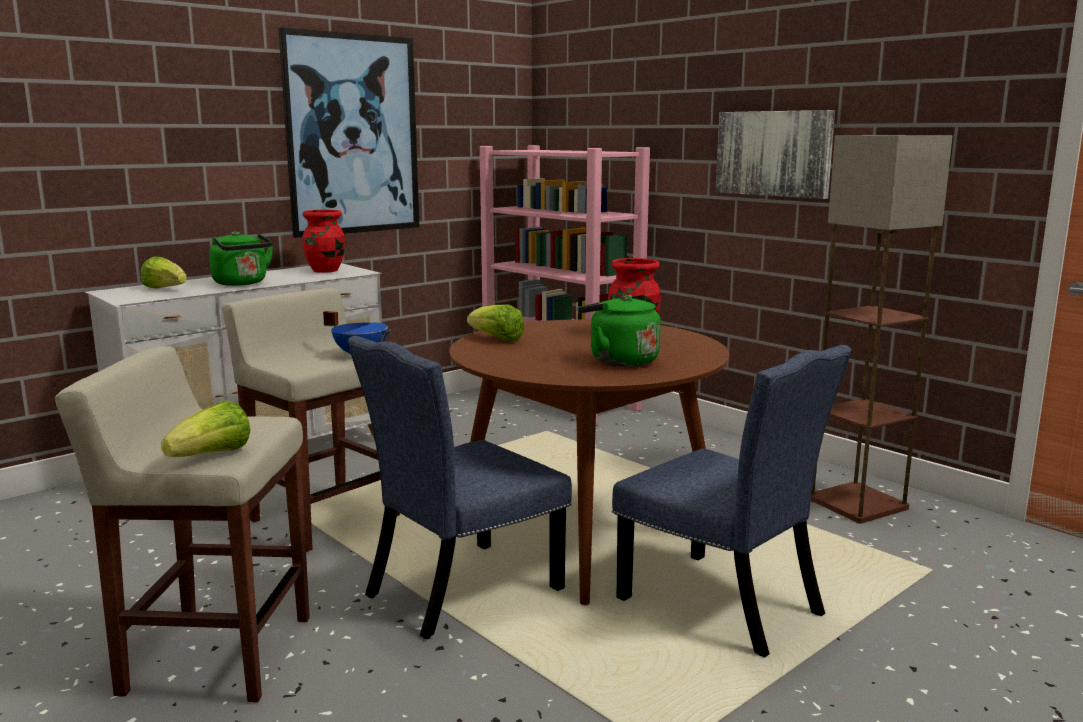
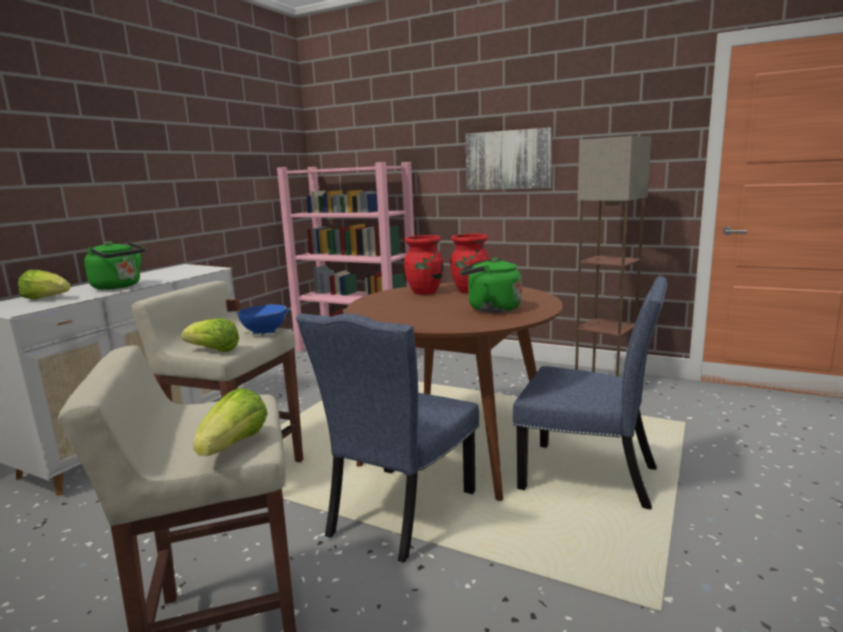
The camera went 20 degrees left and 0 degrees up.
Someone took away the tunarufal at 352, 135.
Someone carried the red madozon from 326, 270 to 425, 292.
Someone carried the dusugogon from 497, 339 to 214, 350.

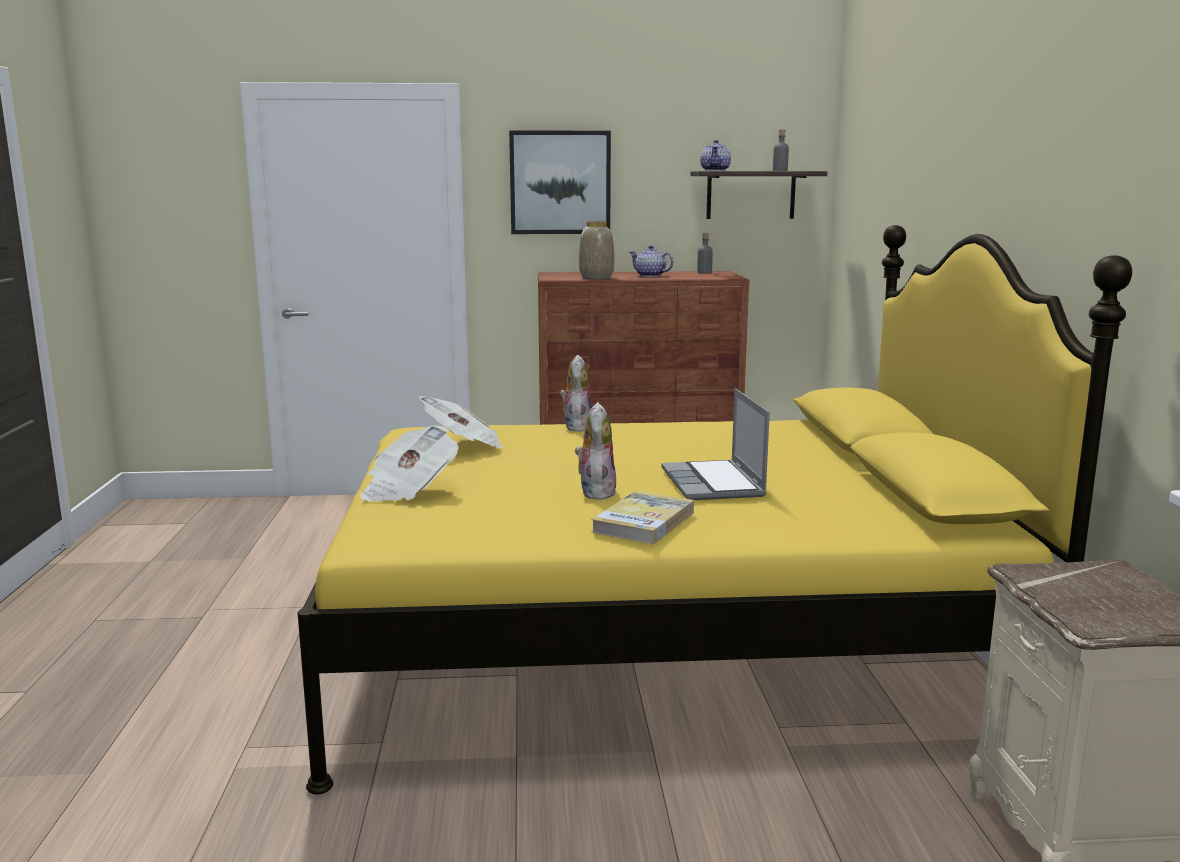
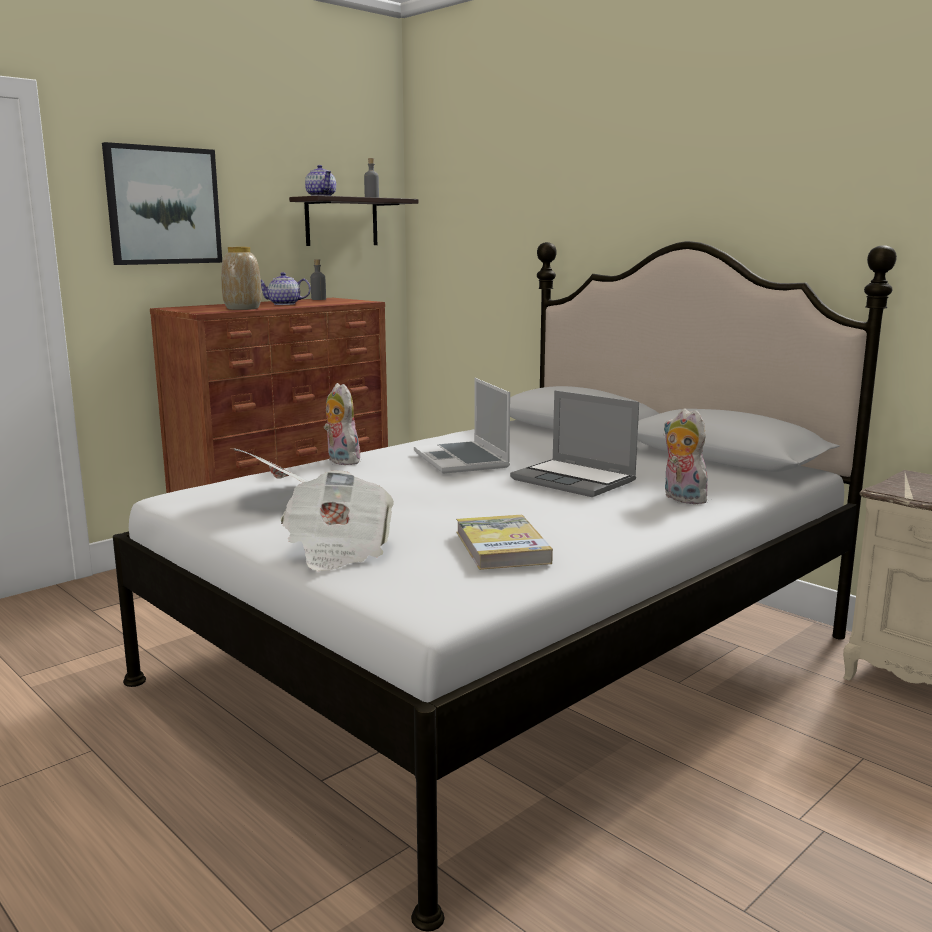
The camera went 40 degrees left and 0 degrees up.
Someone repainted the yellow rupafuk at 657, 650, which became the white rupafuk at 506, 659.
Someone carried the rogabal from 595, 492 to 681, 498.
Someone carried the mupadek from 644, 522 to 502, 547.
Someone put down the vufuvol at 462, 460.

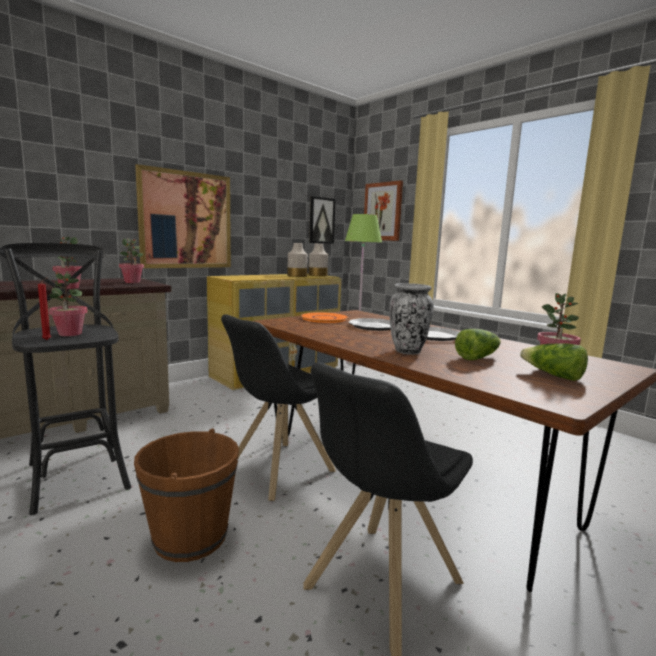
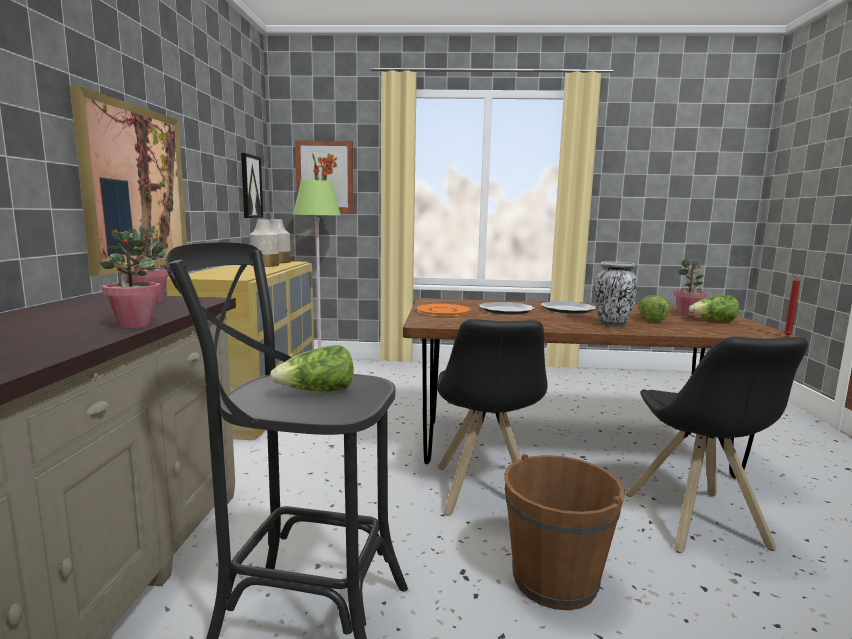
The camera went 45 degrees left and 0 degrees up.
Someone carried the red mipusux from 48, 340 to 786, 335.
Someone swapped the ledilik at 70, 334 for the dusugogon at 317, 392.

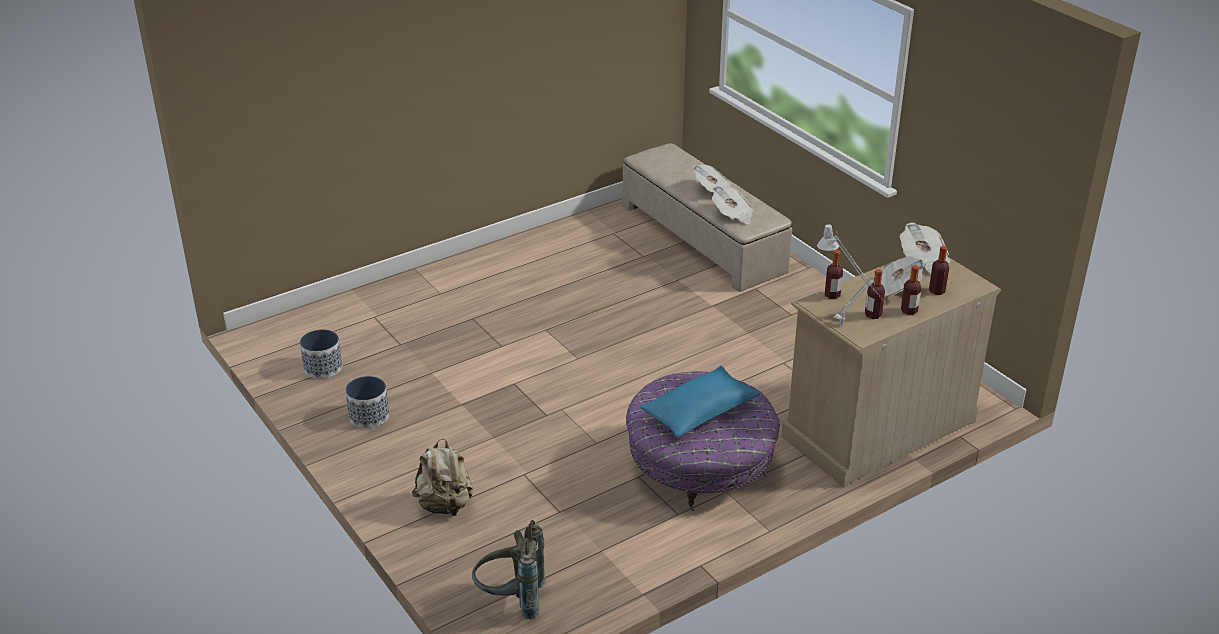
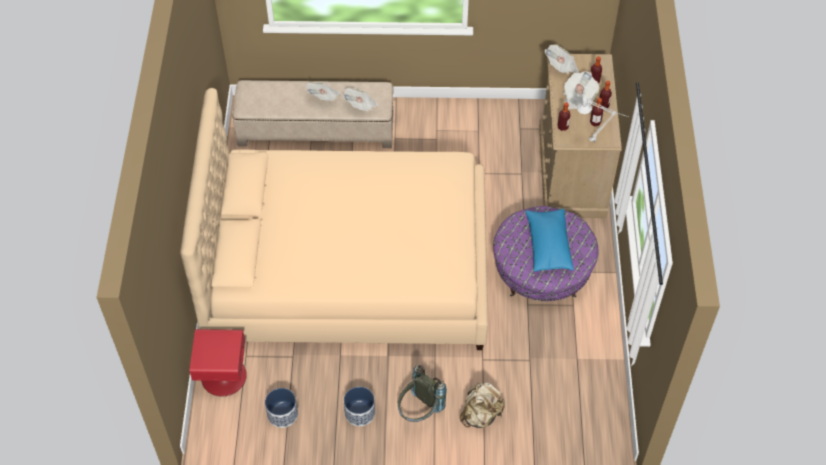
The camera went 55 degrees left and 20 degrees up.
Someone carried the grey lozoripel from 511, 600 to 419, 411.
Someone put down the beige rupafuk at 348, 268.
Someone put down the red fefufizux at 223, 376.

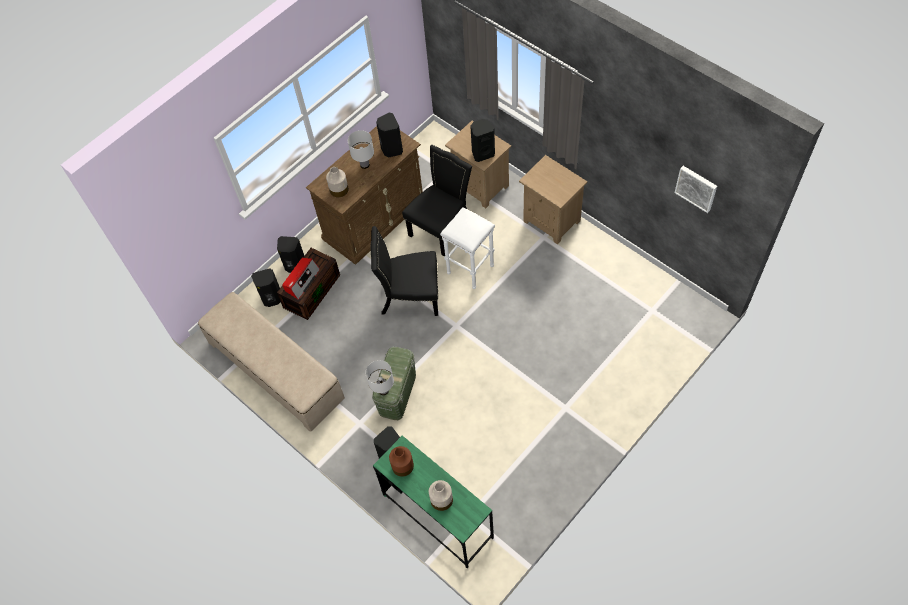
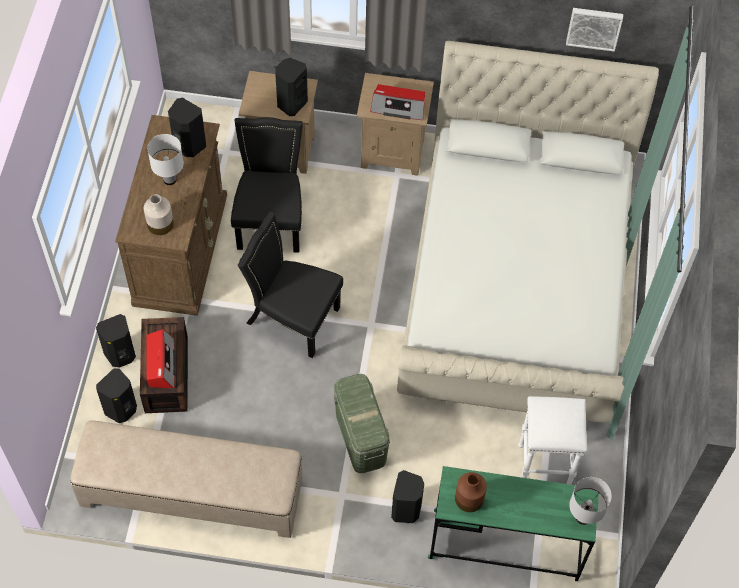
The camera went 40 degrees left and 0 degrees up.
Someone carried the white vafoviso from 383, 390 to 583, 518.
Someone rotated the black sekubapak at 411, 297 by 60 degrees clockwise.
Someone took away the beige madozon at 441, 499.
Someone carried the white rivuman from 471, 269 to 544, 466.
Someone put down the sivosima at 398, 107.
Someone put down the beige rupafuk at 517, 278.

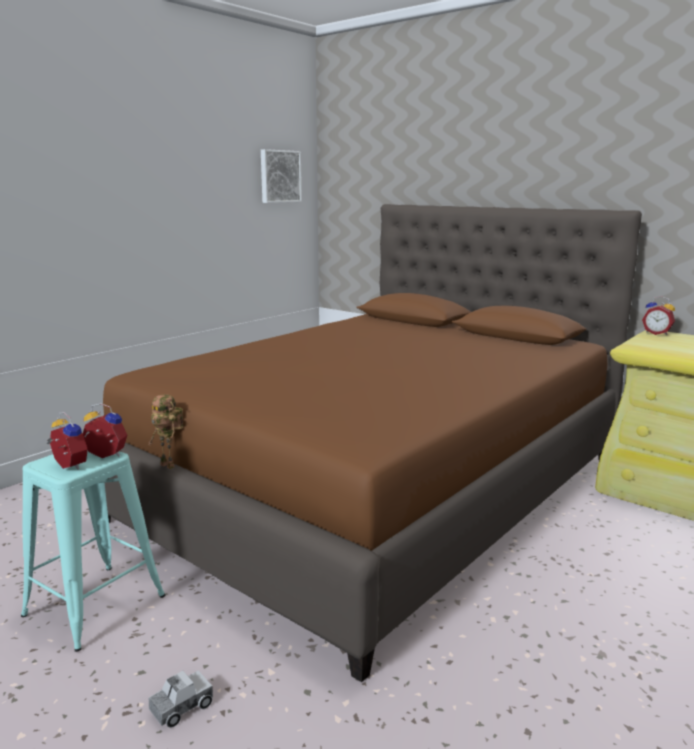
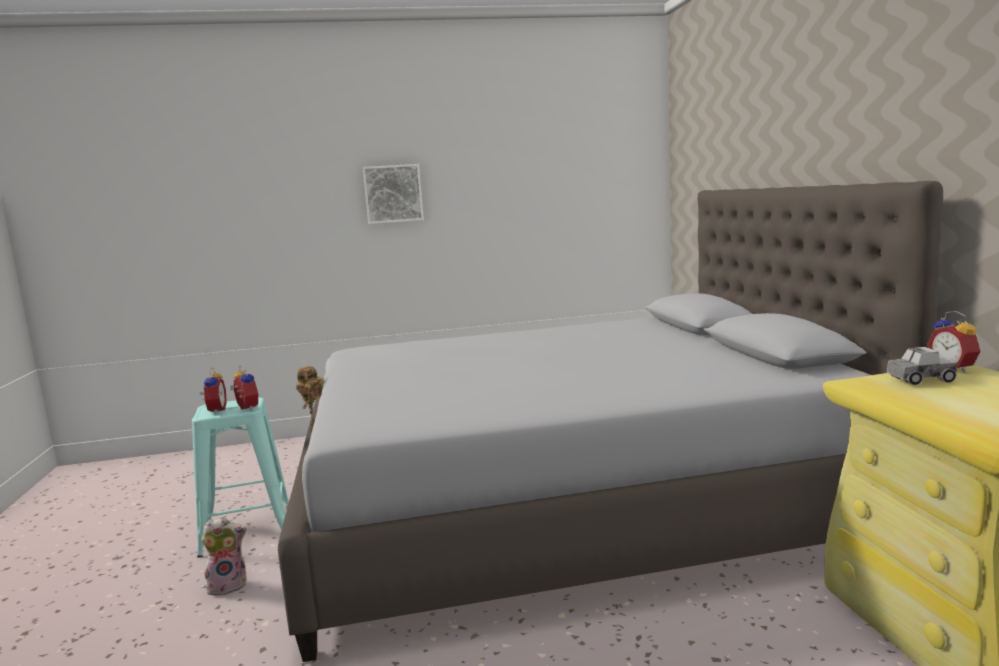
The camera went 40 degrees right and 5 degrees down.
Someone repainted the brown rupafuk at 380, 487, which became the grey rupafuk at 571, 506.
Someone carried the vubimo from 181, 707 to 920, 379.
Someone carried the tunarufal from 279, 176 to 393, 194.
Someone put down the rogabal at 228, 585.

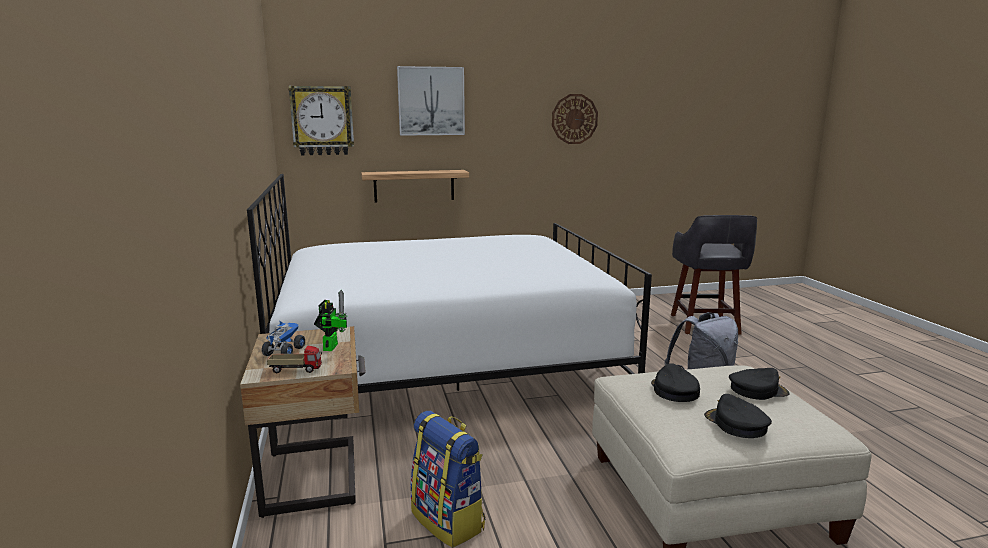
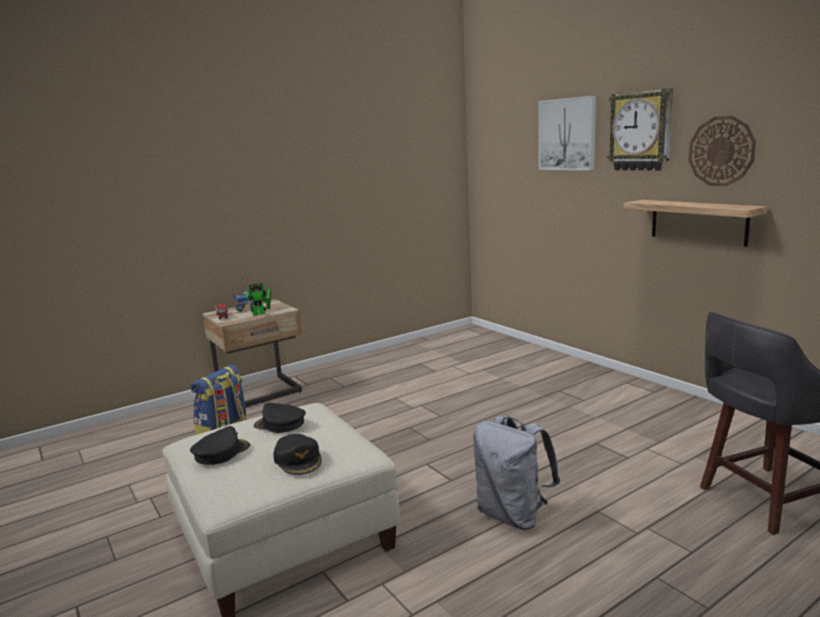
The camera went 70 degrees right and 0 degrees up.
Someone took away the white rupafuk at 445, 365.
Someone carried the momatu from 322, 121 to 641, 131.
Someone carried the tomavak from 414, 186 to 698, 222.
Someone rotated the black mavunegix at 674, 390 by 135 degrees counterclockwise.

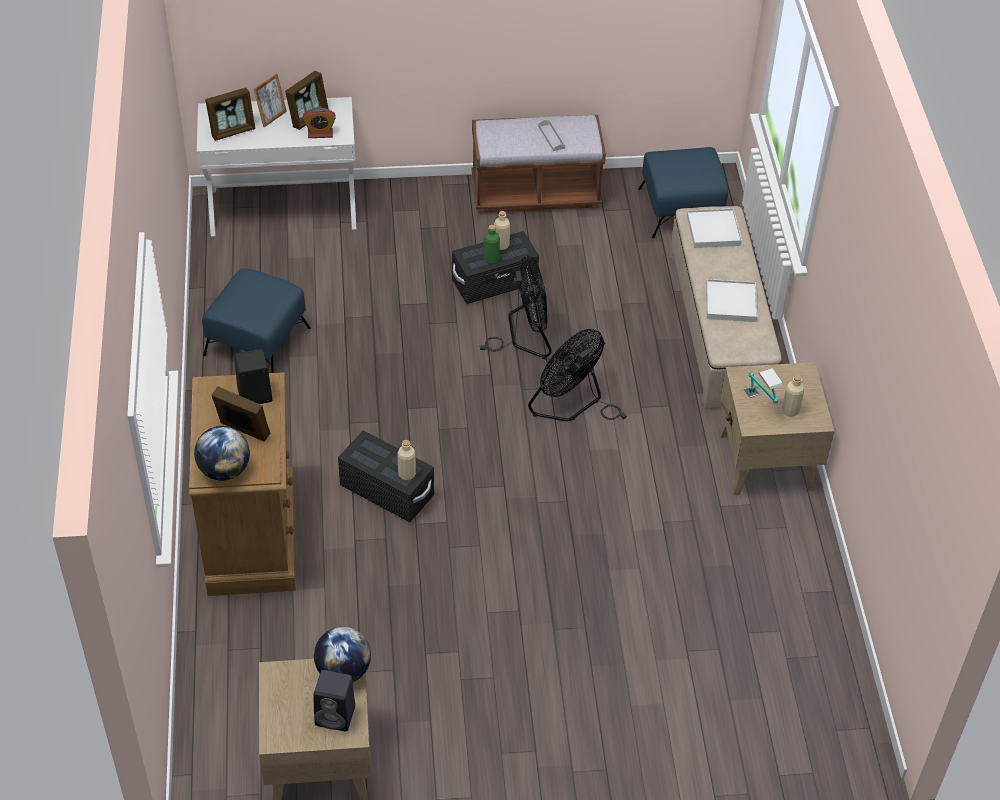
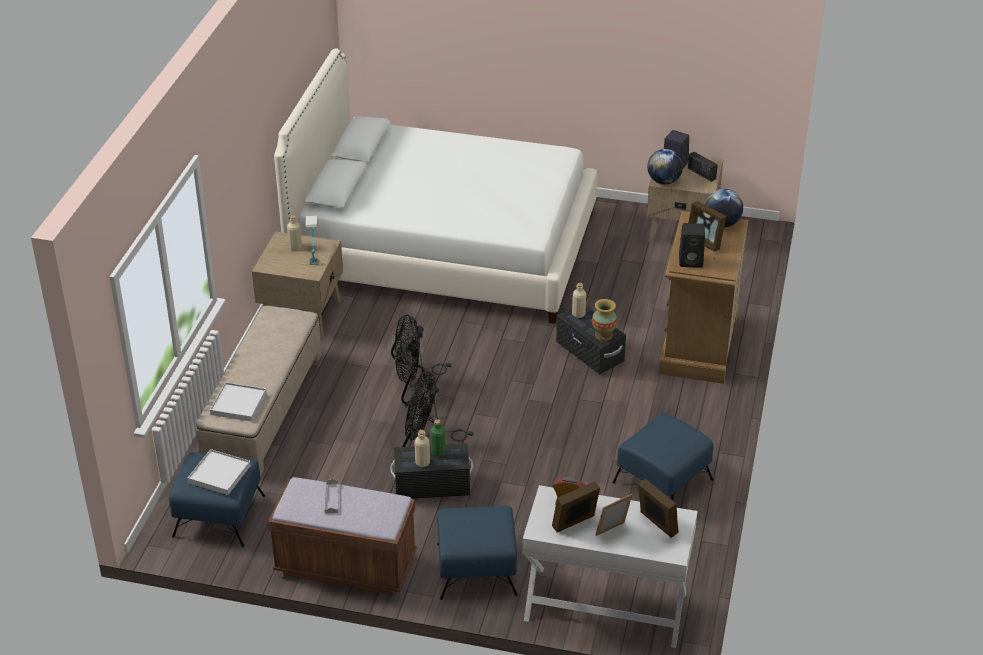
The camera went 160 degrees left and 10 degrees down.
Someone rotated the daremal at 232, 131 by 60 degrees clockwise.
Someone rotated the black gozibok at 578, 402 by 105 degrees clockwise.
Someone carried the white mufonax from 731, 303 to 219, 474.
Someone put down the white rupafuk at 443, 248.
Someone put down the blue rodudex at 476, 569.
Someone put down the madozon at 603, 335.
Someone put down the sivosima at 701, 174.

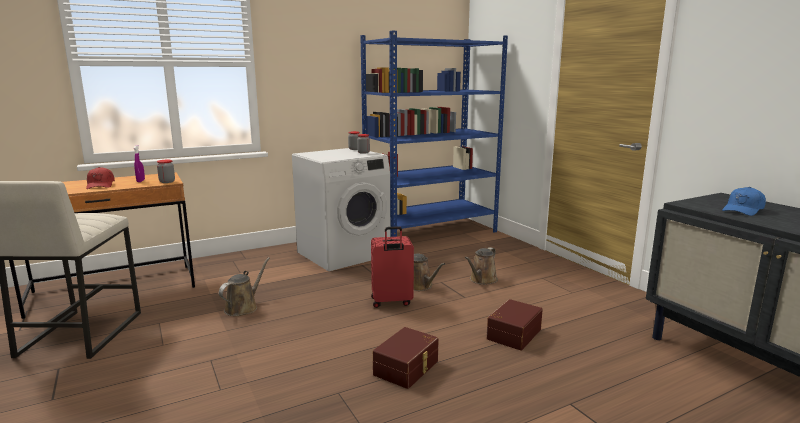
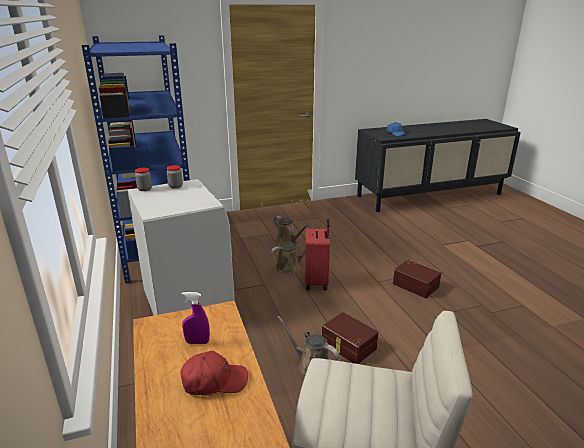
The camera went 80 degrees left and 10 degrees up.
Someone took away the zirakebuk at 167, 182.
Someone carried the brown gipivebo from 512, 333 to 348, 346.

